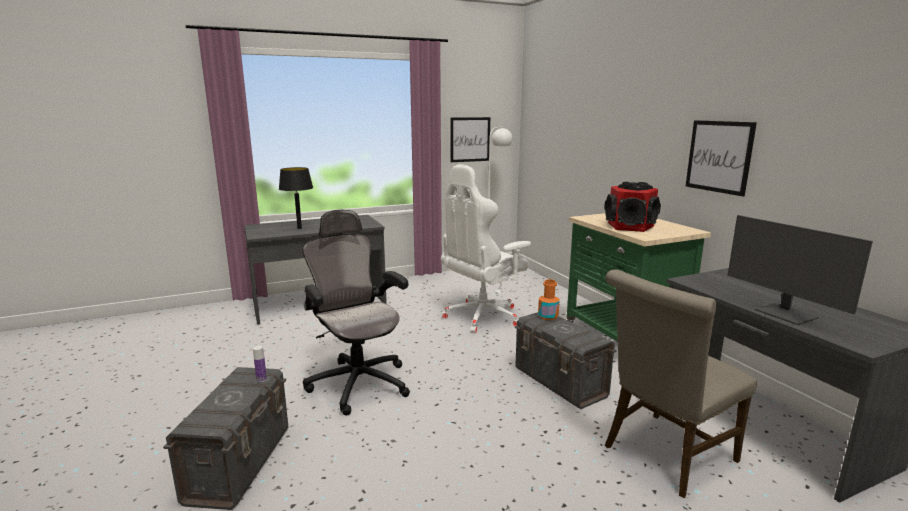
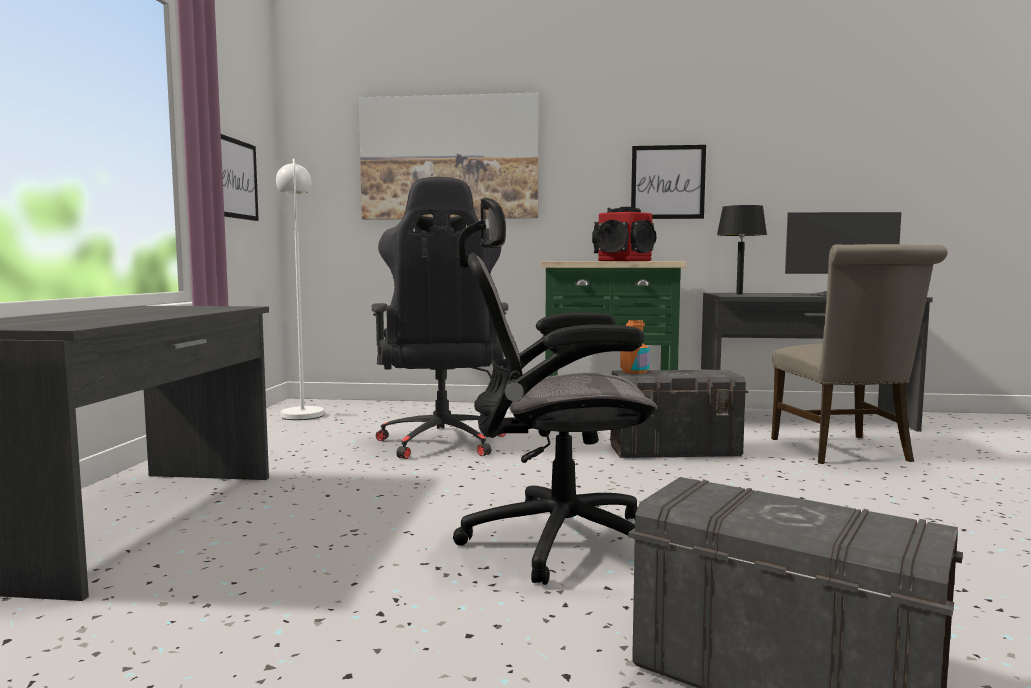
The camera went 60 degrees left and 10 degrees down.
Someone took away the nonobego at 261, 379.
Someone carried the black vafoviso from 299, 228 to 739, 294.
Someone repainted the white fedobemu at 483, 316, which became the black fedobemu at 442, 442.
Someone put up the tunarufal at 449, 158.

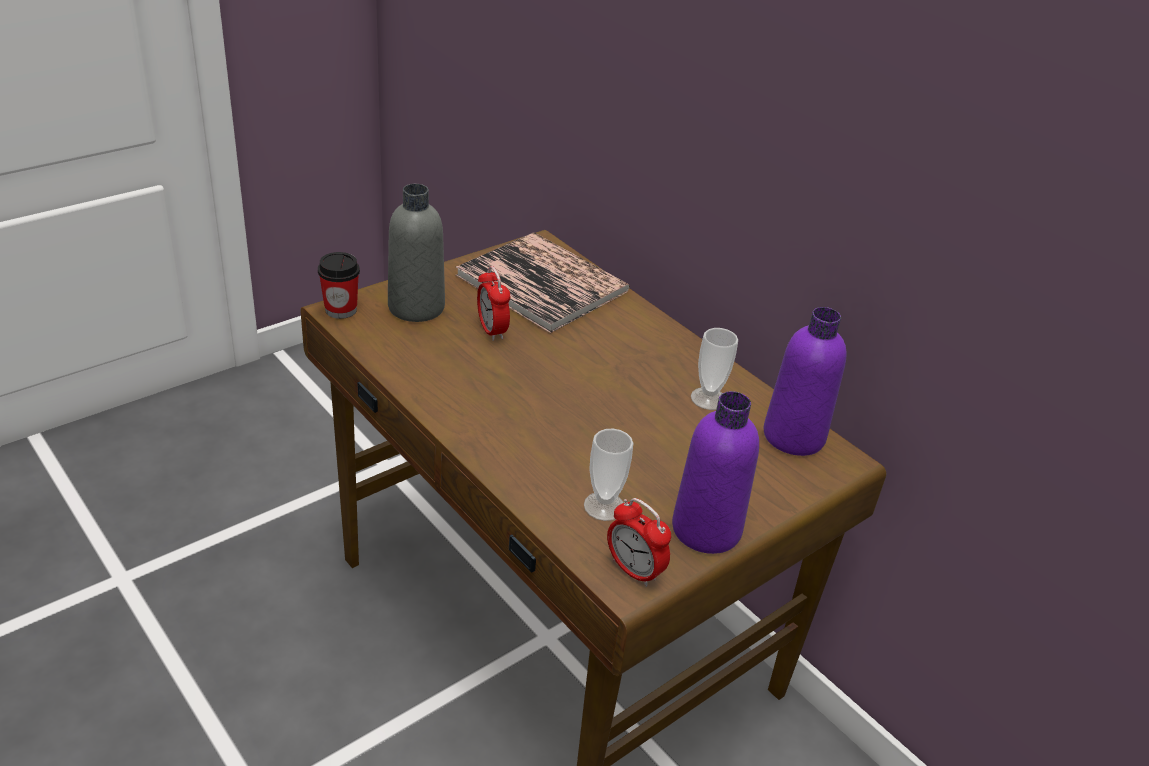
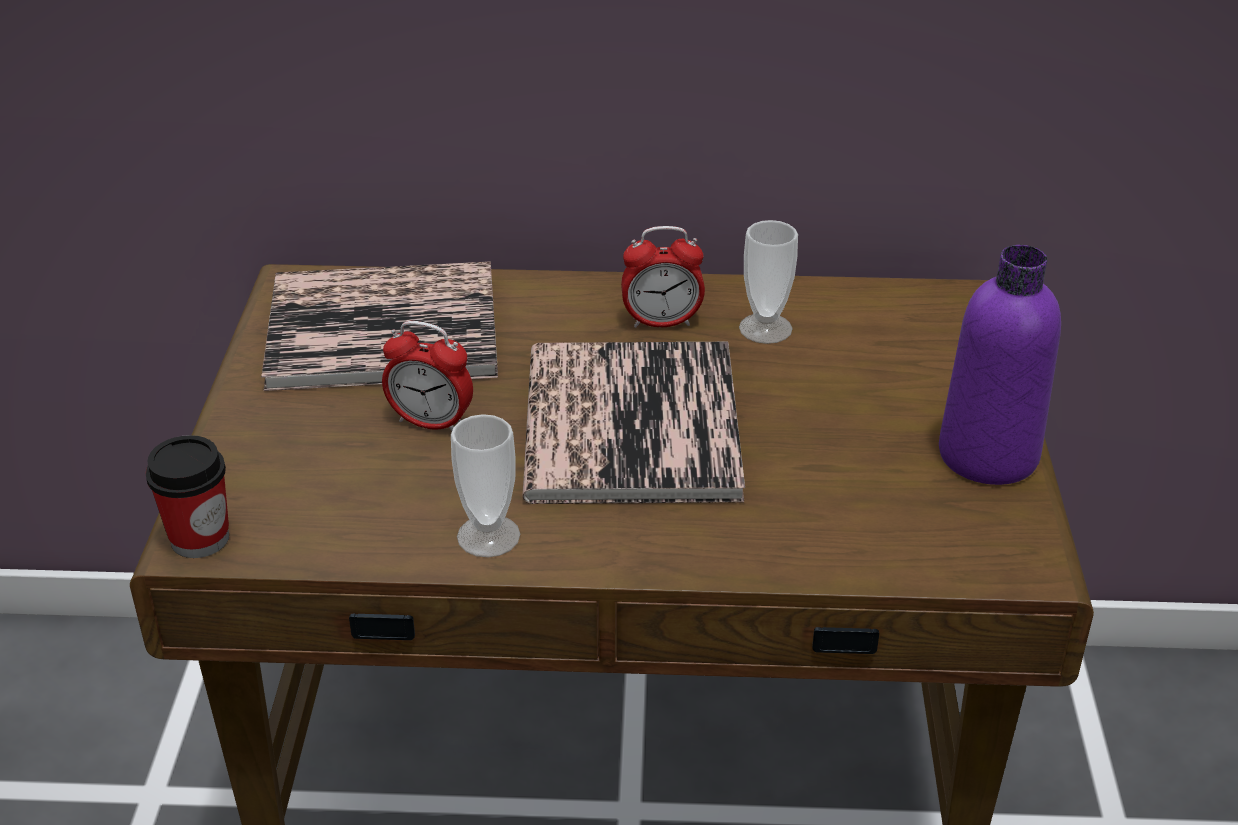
The camera went 45 degrees left and 0 degrees up.
Someone took away the grey nonobego at 416, 307.
Someone carried the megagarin from 604, 506 to 488, 536.
Someone carried the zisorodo from 634, 570 to 662, 322.
Someone took away the purple nonobego at 793, 436.
Someone put down the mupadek at 631, 425.

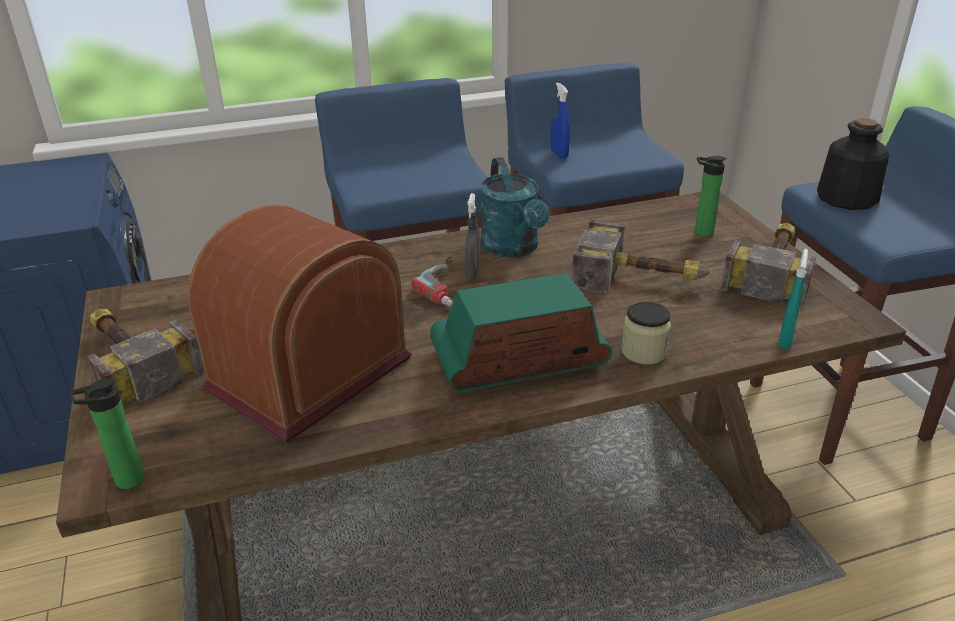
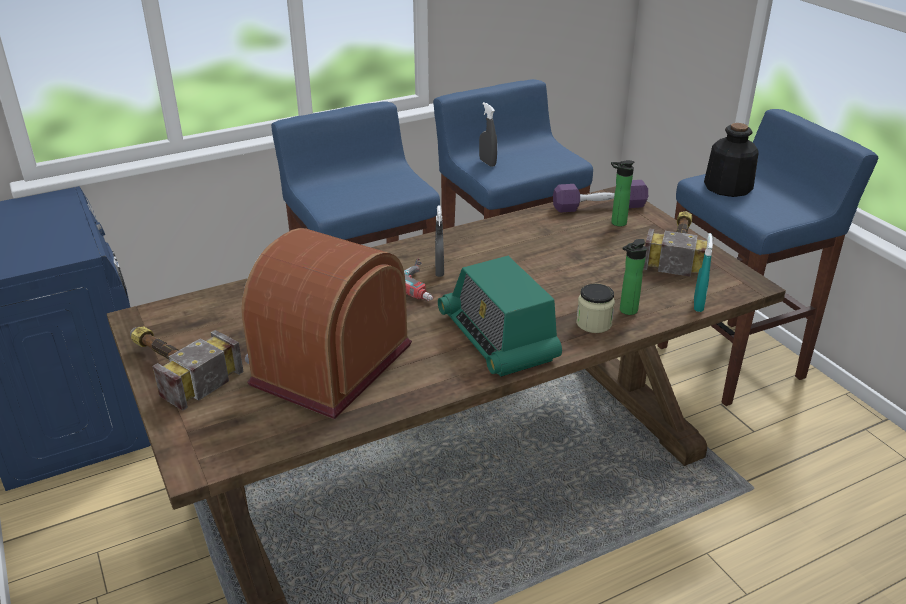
The camera went 10 degrees left and 0 degrees up.
Someone carried the nonobego from 125, 481 to 626, 311.
Someone rotated the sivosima at 518, 359 by 90 degrees counterclockwise.
Someone took away the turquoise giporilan at 513, 249.
Someone repainted the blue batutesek at 559, 154, which became the grey batutesek at 487, 163.
Someone took away the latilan at 641, 278.
Someone put down the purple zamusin at 599, 207.

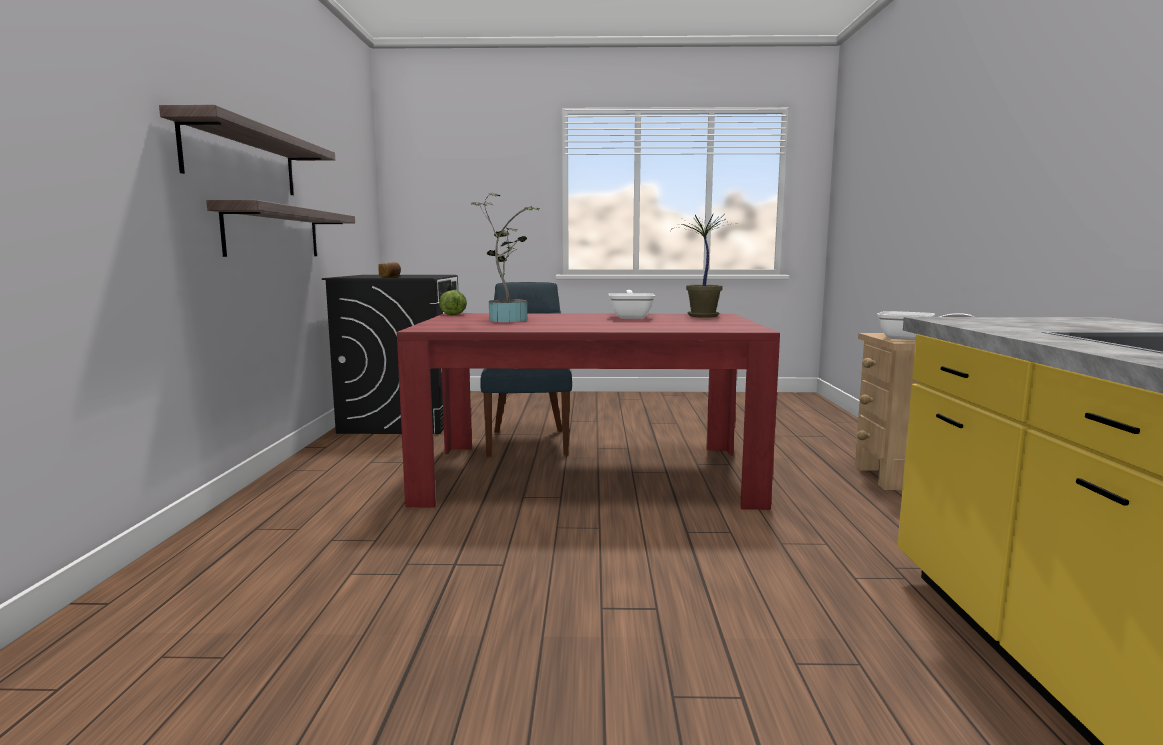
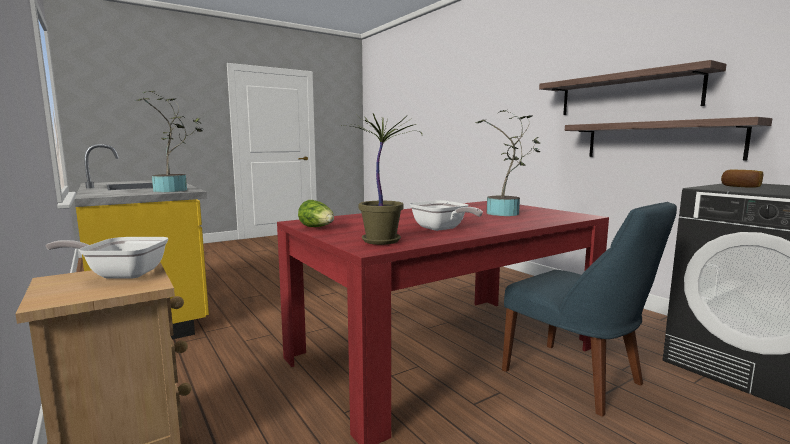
The camera went 145 degrees right and 0 degrees up.
Someone carried the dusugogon from 453, 314 to 318, 228.
Someone put down the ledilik at 174, 190.

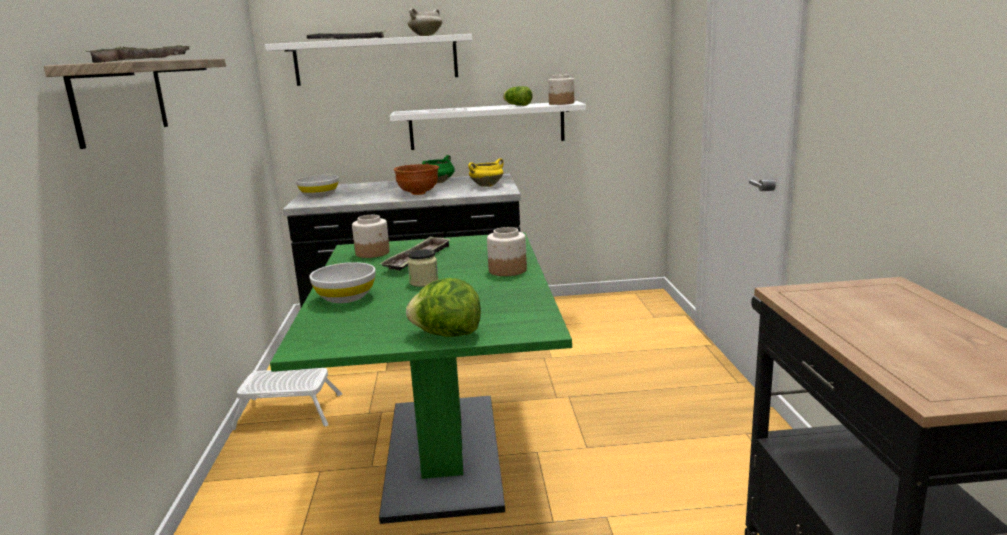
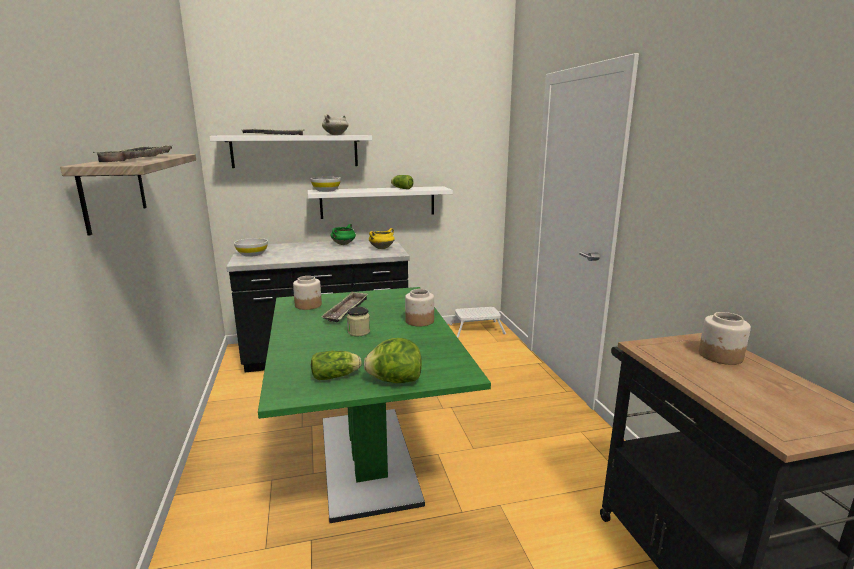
The camera went 10 degrees left and 0 degrees up.
Someone carried the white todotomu from 288, 412 to 477, 329.
Someone carried the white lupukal from 346, 297 to 326, 190.
Someone took away the brown lupukal at 419, 193.
Someone carried the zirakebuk from 561, 103 to 720, 356.
Someone put down the dusugogon at 337, 376.

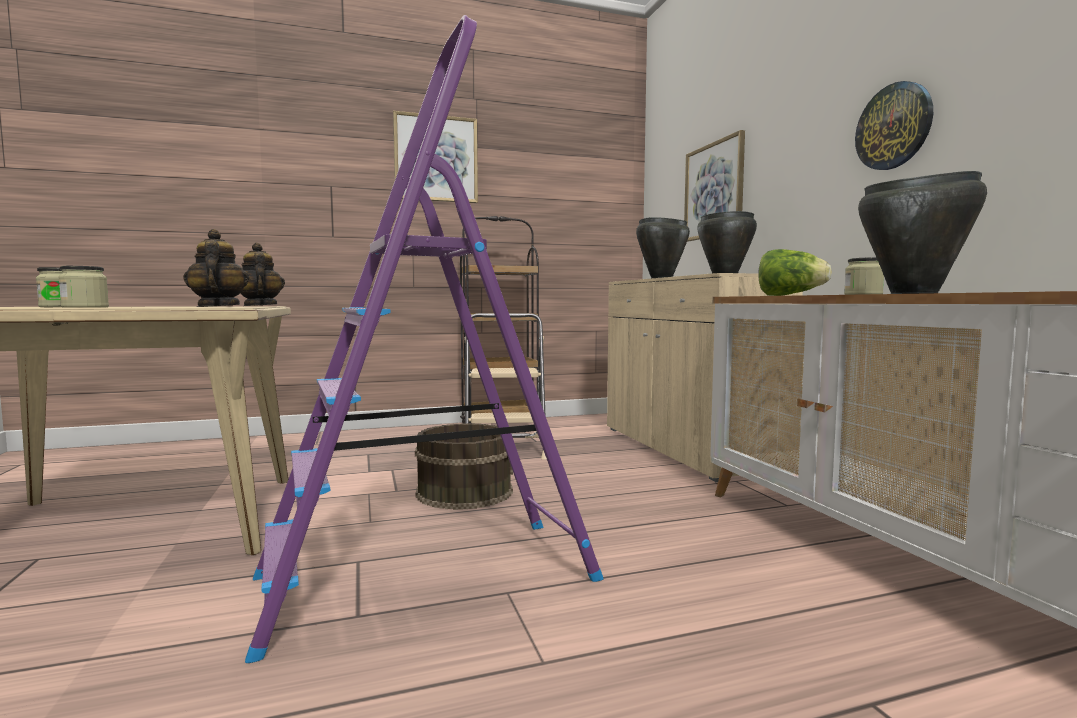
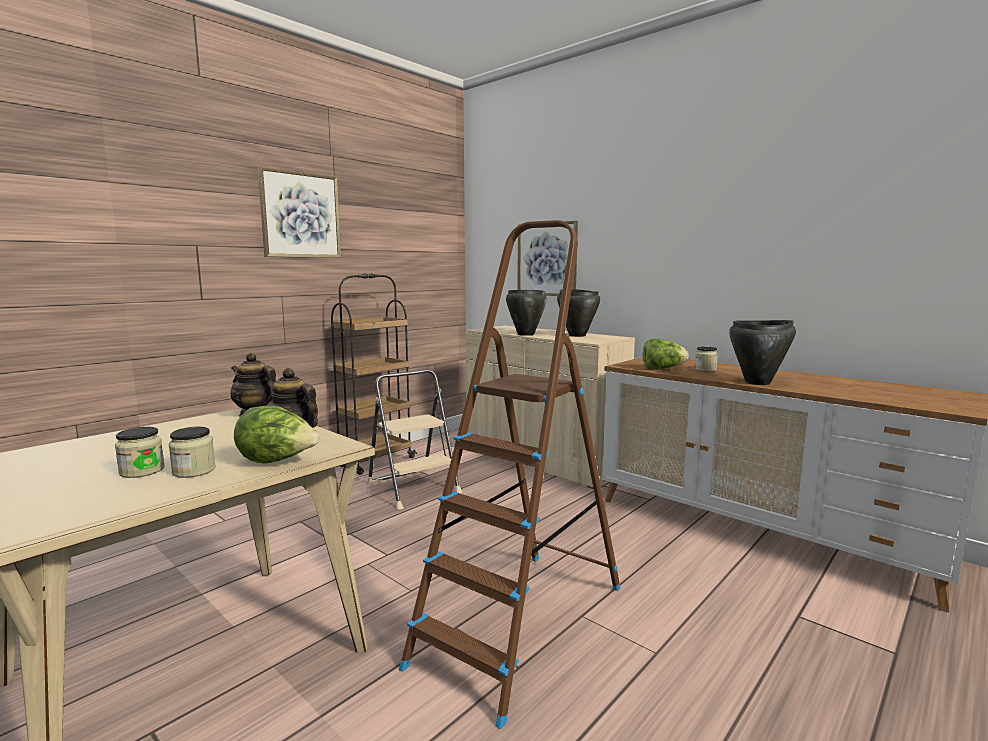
The camera went 30 degrees left and 5 degrees up.
Someone repainted the purple todotomu at 426, 579, which became the brown todotomu at 521, 624.
Someone took away the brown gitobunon at 465, 492.
Someone took away the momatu at 894, 127.
Someone put down the dusugogon at 278, 461.

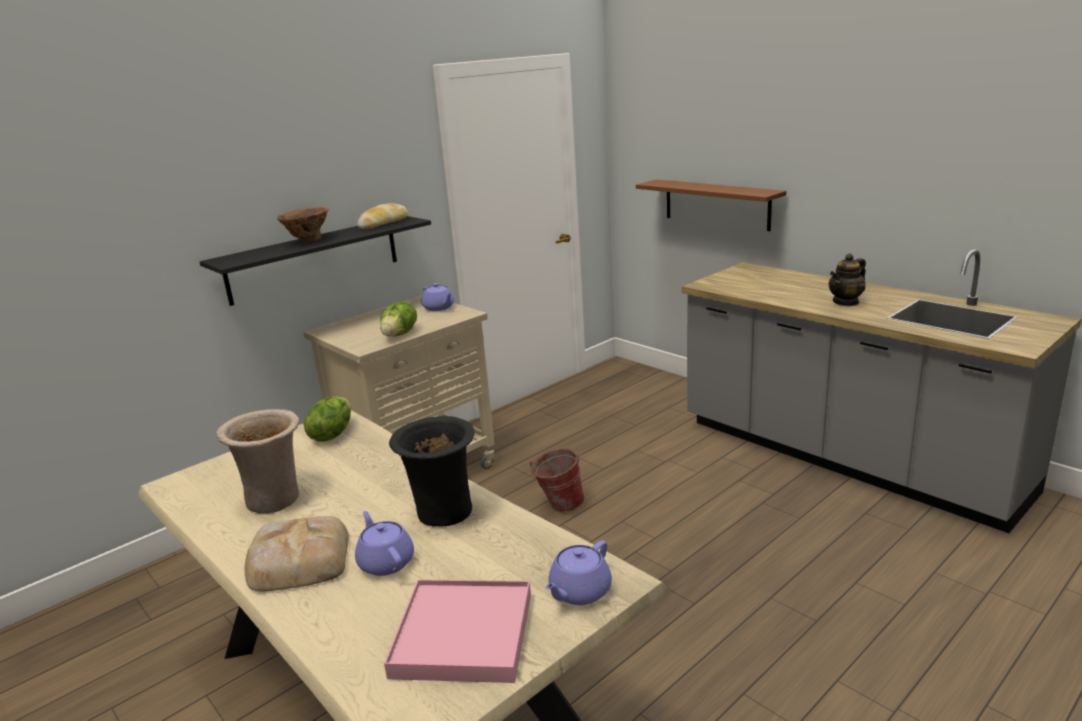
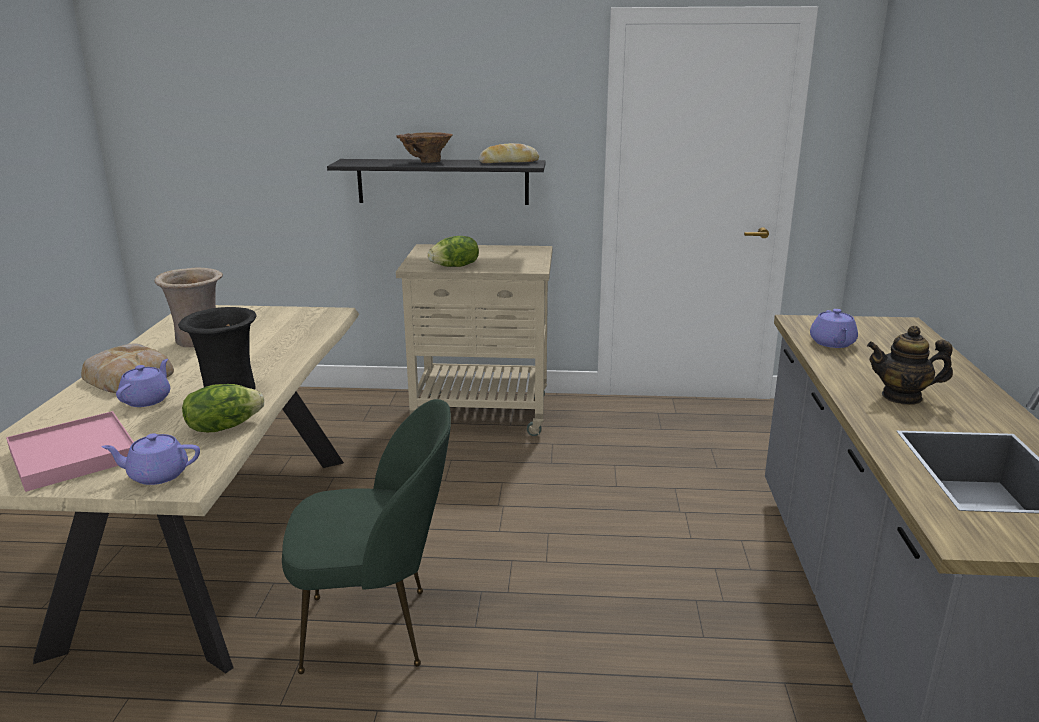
The camera went 45 degrees right and 0 degrees up.
Someone carried the dusugogon from 331, 434 to 223, 427.
Someone carried the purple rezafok from 439, 308 to 832, 343.
Someone took away the gitobunon at 558, 505.
Someone took away the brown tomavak at 716, 204.
Someone put down the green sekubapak at 378, 630.

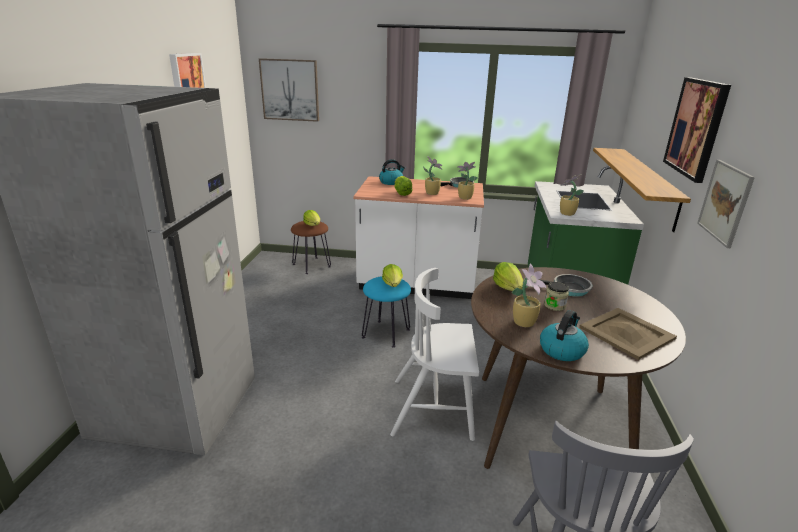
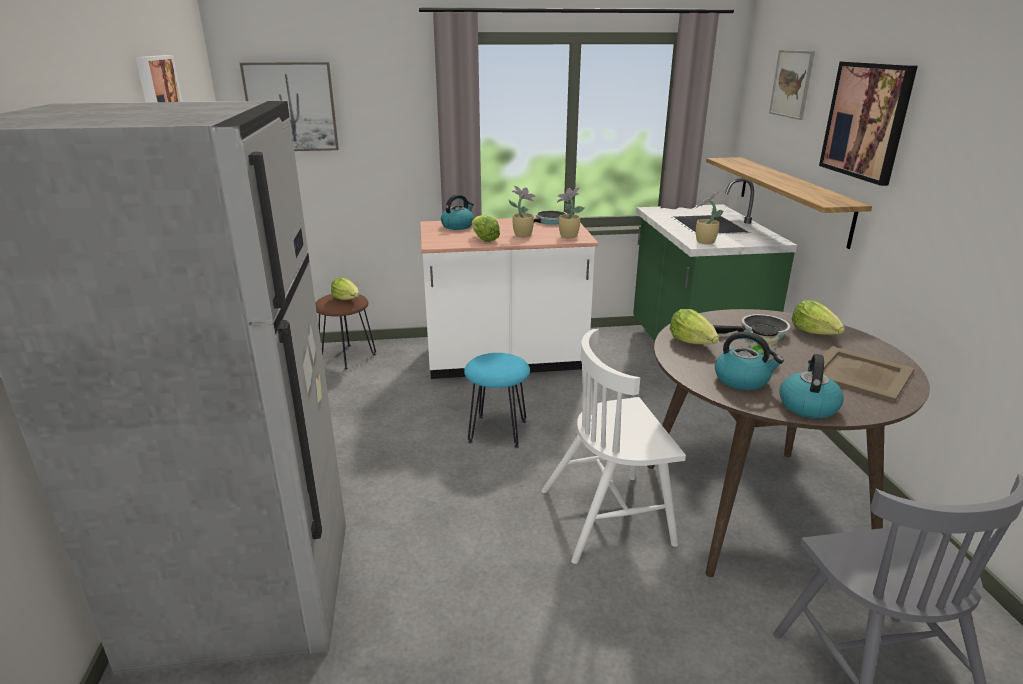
The camera went 15 degrees left and 0 degrees up.
Someone carried the dusugogon from 393, 284 to 815, 332.
Someone swapped the ledilik at 525, 322 for the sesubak at 742, 380.
Someone carried the tunarufal from 725, 202 to 791, 84.

